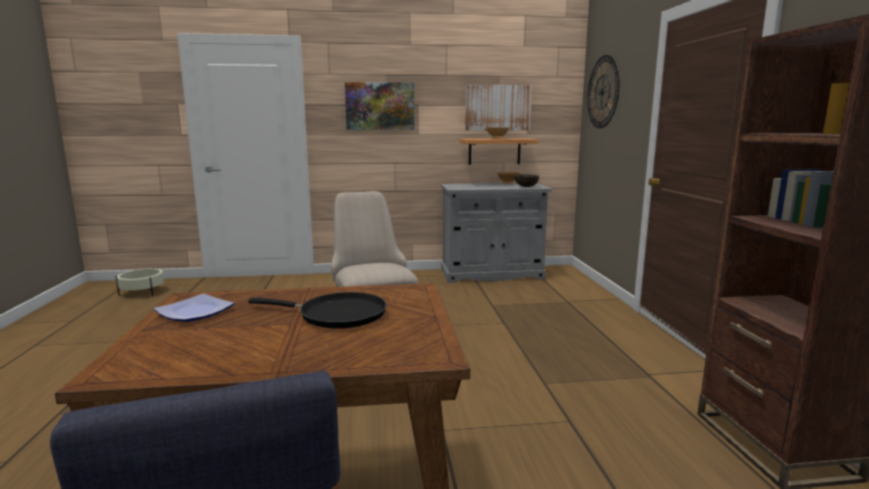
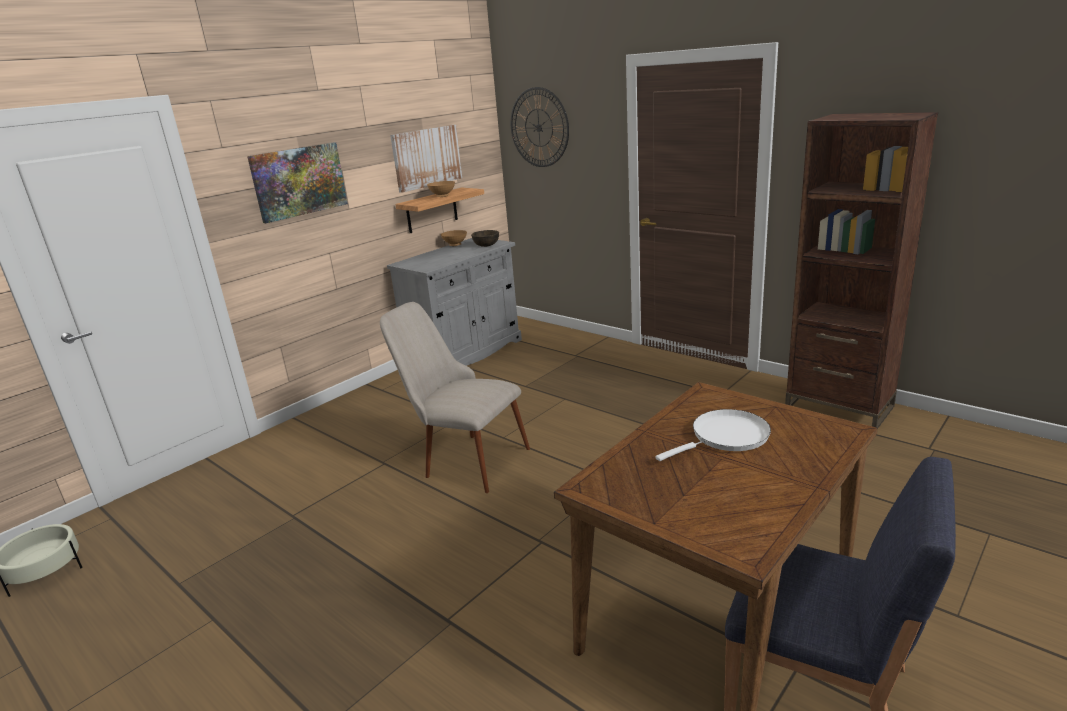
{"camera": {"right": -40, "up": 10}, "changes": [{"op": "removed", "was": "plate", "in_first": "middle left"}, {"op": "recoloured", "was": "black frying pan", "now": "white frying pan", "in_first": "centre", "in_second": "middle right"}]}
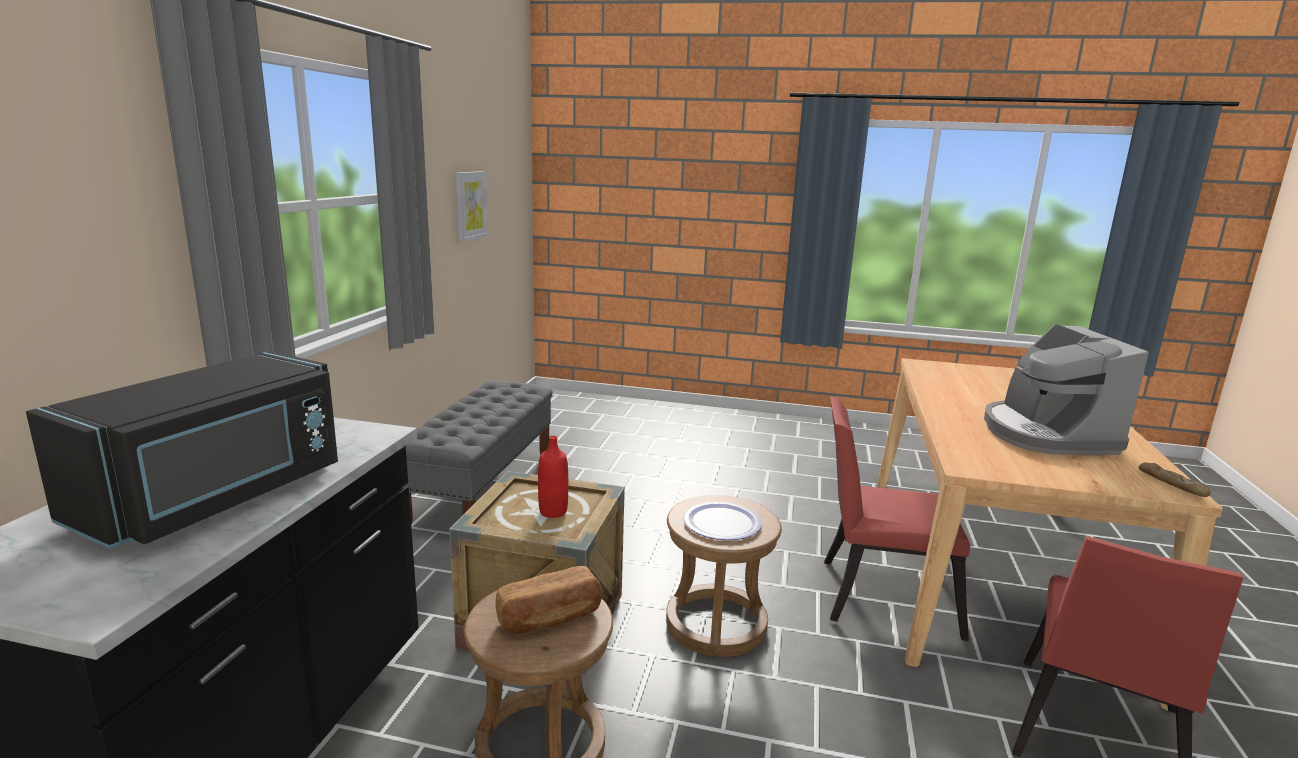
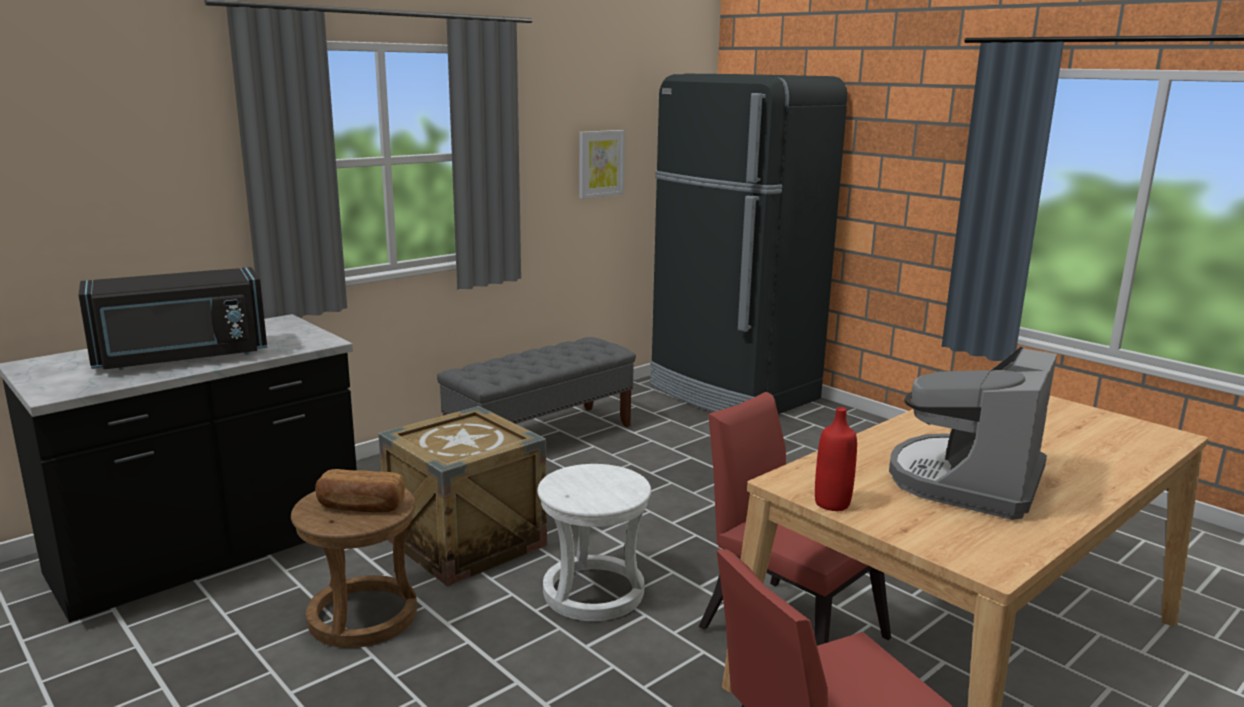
{"camera": {"right": 35, "up": 0}, "changes": [{"op": "removed", "was": "plate", "in_first": "bottom centre"}, {"op": "removed", "was": "bread (2nd from left)", "in_first": "middle right"}, {"op": "added", "now": "black fridge", "in_second": "centre"}, {"op": "moved", "was": "red bottle", "in_first": "centre", "in_second": "middle right"}, {"op": "recoloured", "was": "brown stool (2nd from left)", "now": "white stool", "in_first": "bottom centre", "in_second": "bottom centre"}]}
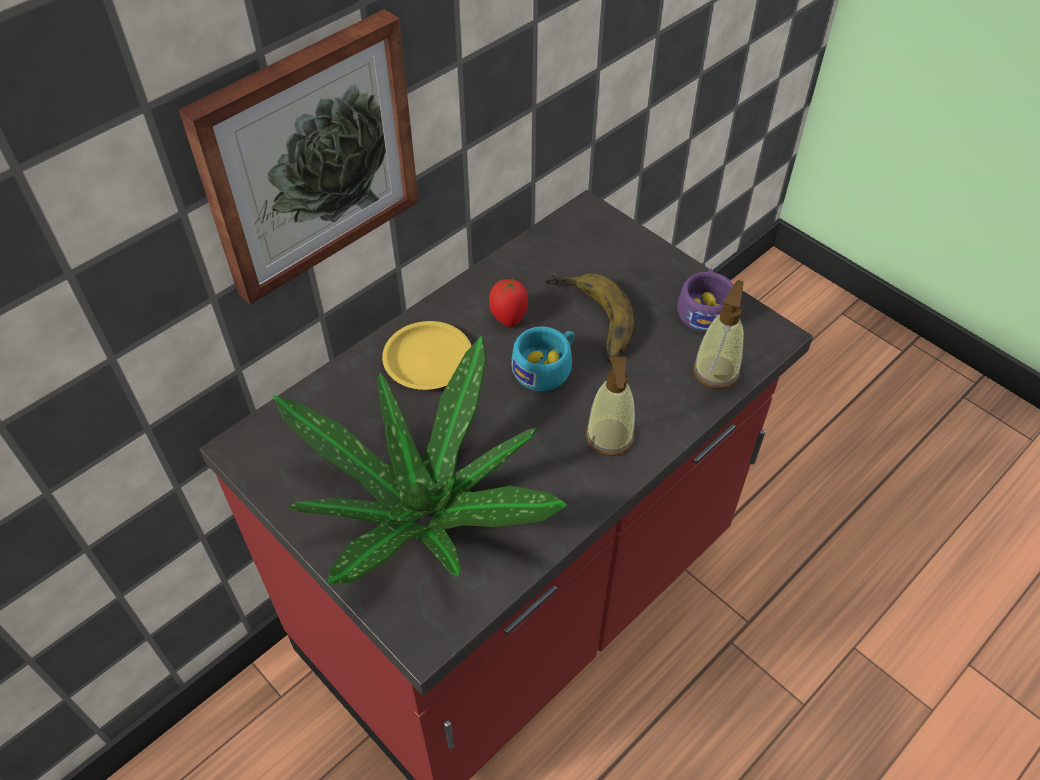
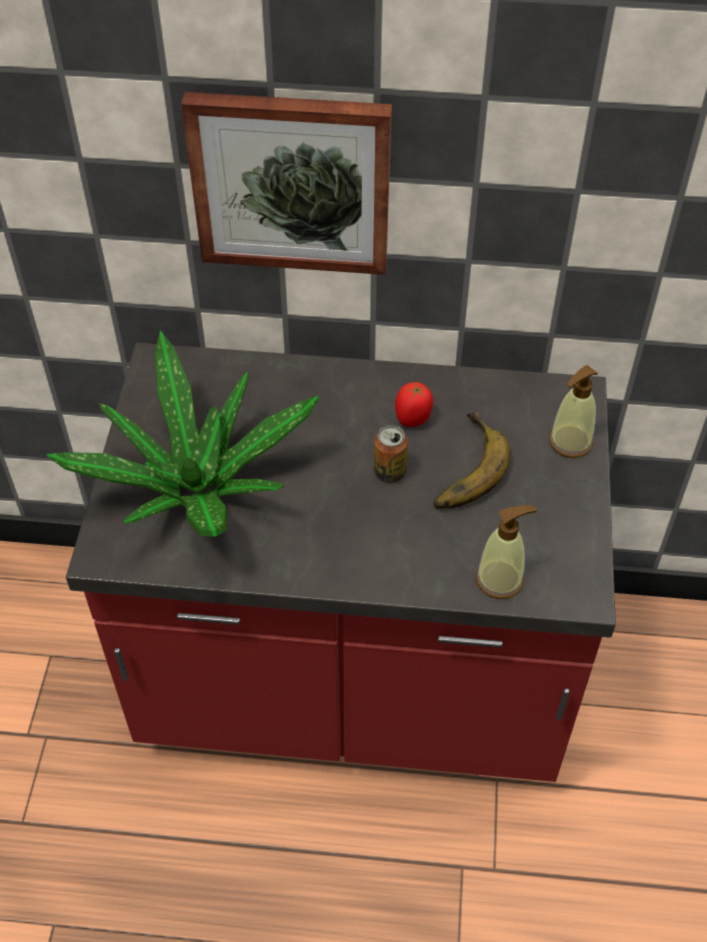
{"camera": {"right": 50, "up": 0}, "changes": [{"op": "removed", "was": "yellow plate", "in_first": "centre"}, {"op": "removed", "was": "purple cup", "in_first": "middle right"}, {"op": "moved", "was": "soap dispenser (1st from left in the first image)", "now": "soap dispenser (2nd from left)", "in_first": "centre", "in_second": "middle right"}, {"op": "replaced", "was": "turquoise cup", "now": "can", "in_first": "centre", "in_second": "centre"}]}
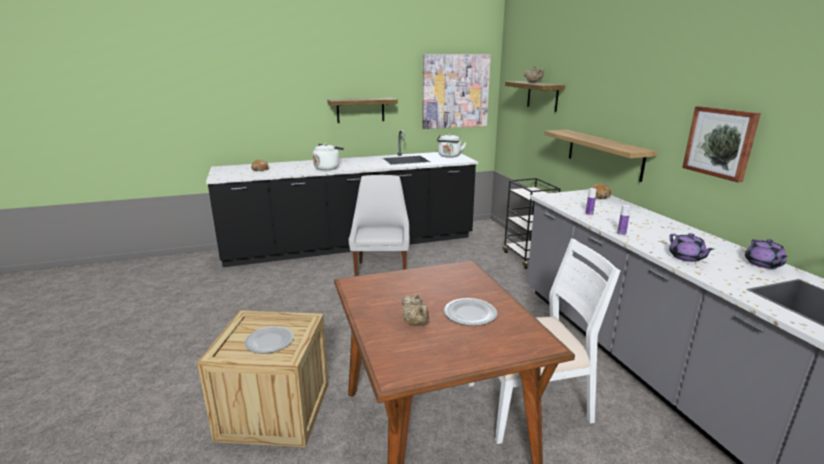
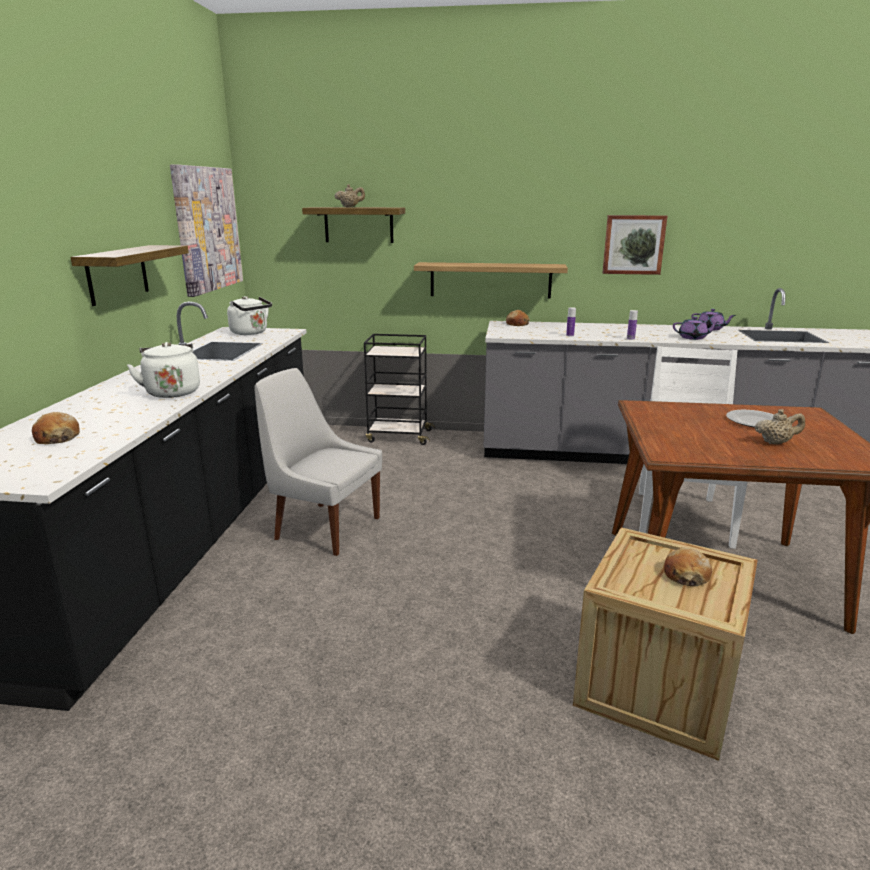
{"camera": {"right": -65, "up": 0}, "changes": [{"op": "replaced", "was": "plate (1st from left)", "now": "bread (3rd from left)", "in_first": "bottom left", "in_second": "middle right"}]}
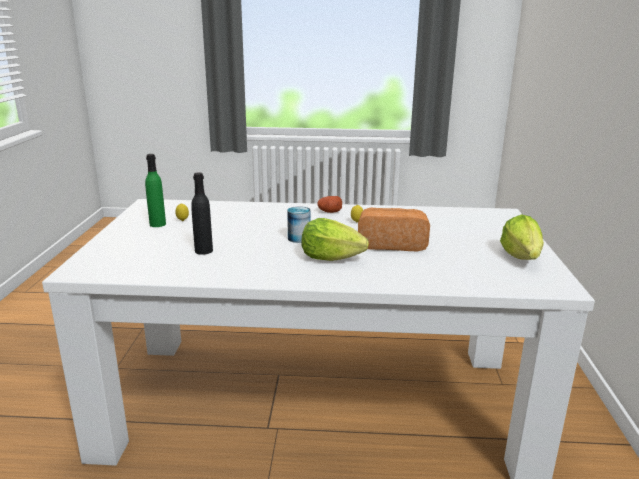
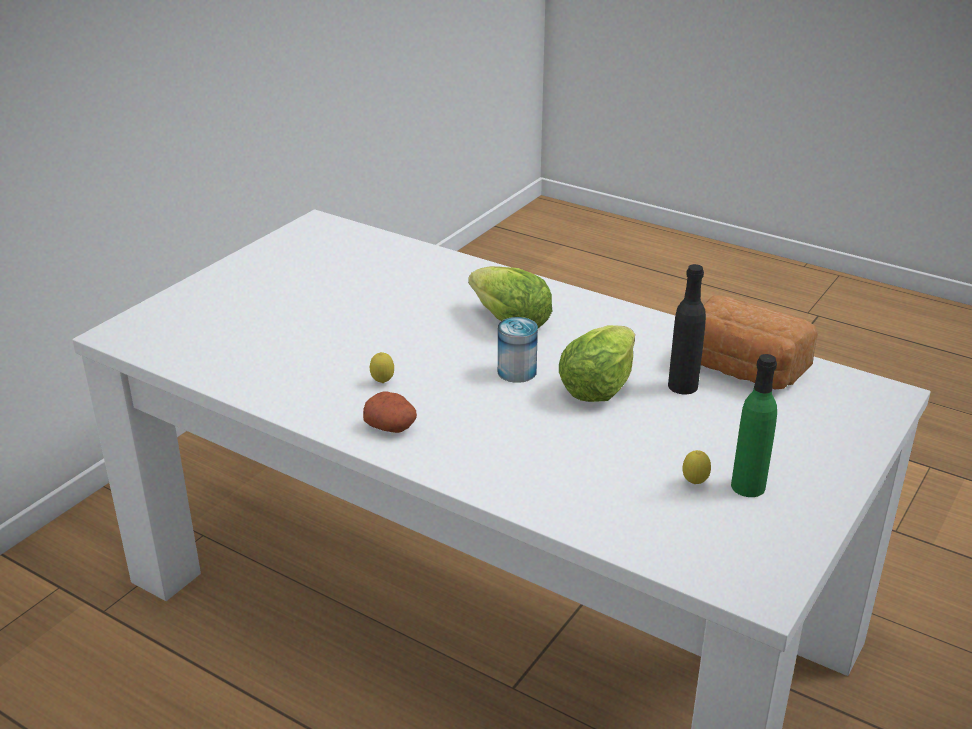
{"camera": {"right": -150, "up": 10}, "changes": [{"op": "moved", "was": "bread", "in_first": "centre", "in_second": "middle right"}, {"op": "moved", "was": "lettuce (2nd from left)", "in_first": "middle right", "in_second": "centre"}]}
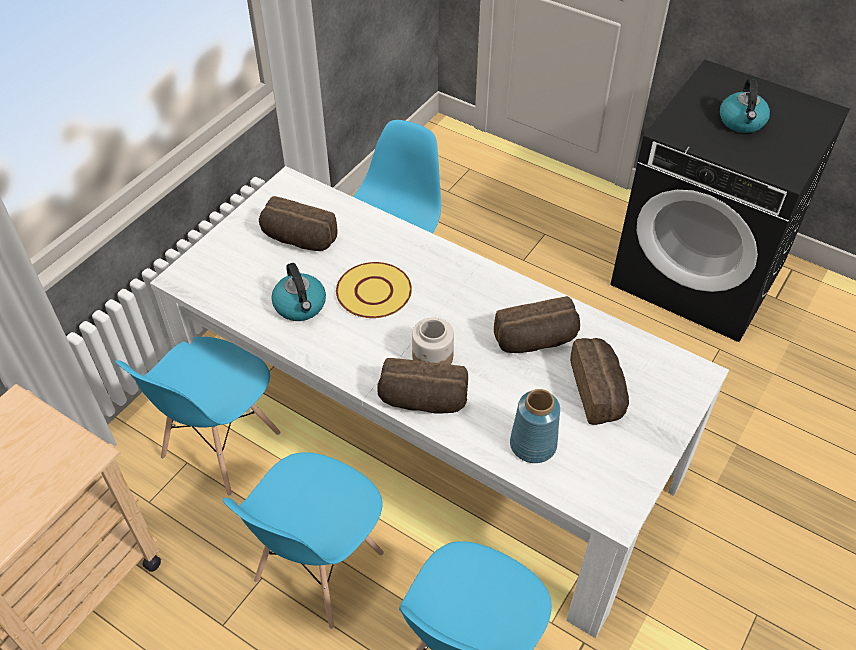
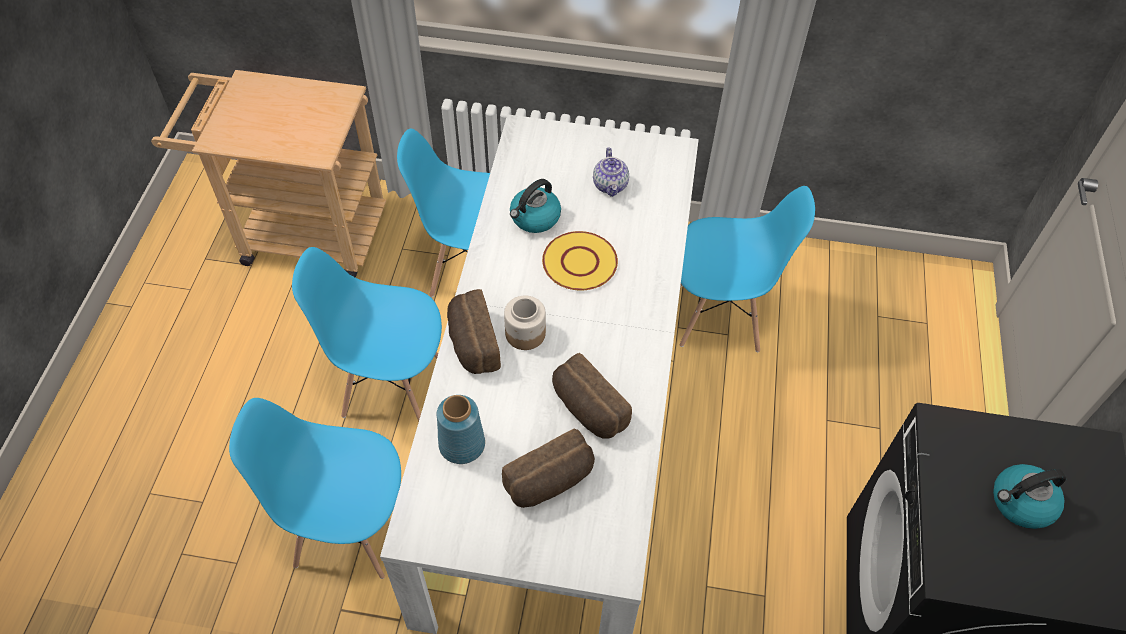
{"camera": {"right": 65, "up": 5}, "changes": [{"op": "replaced", "was": "bread (1st from left)", "now": "teapot", "in_first": "centre", "in_second": "top centre"}]}
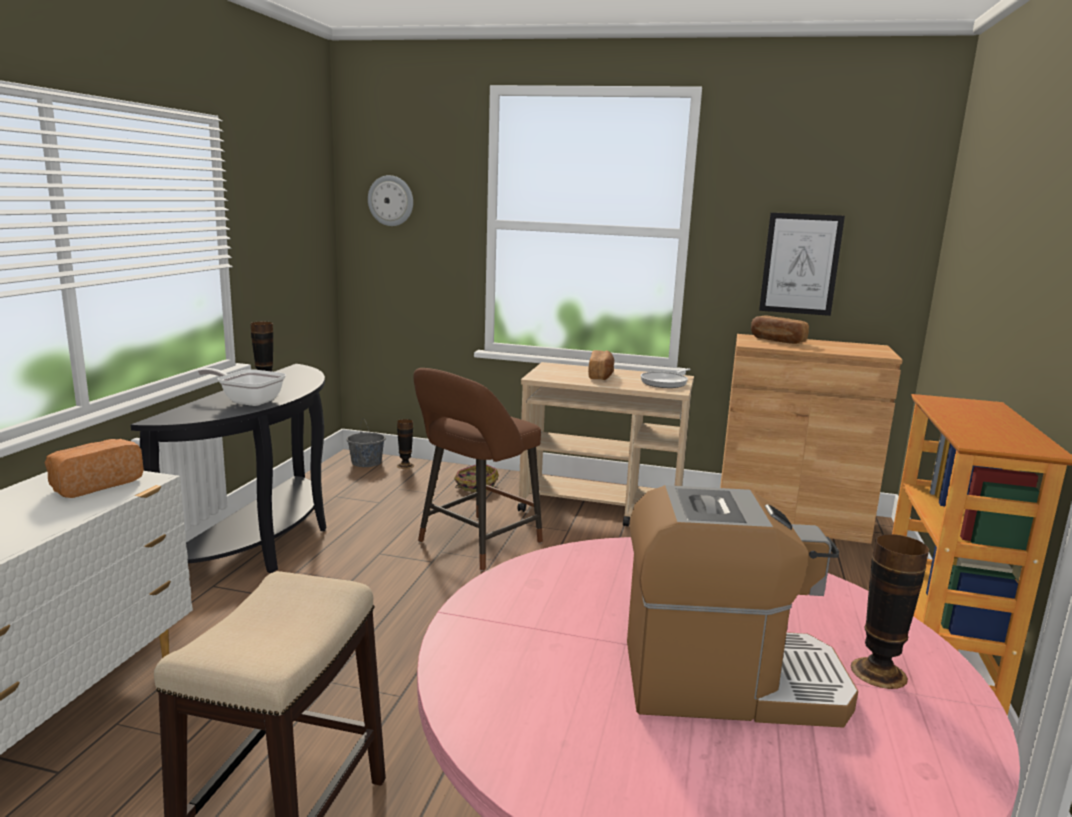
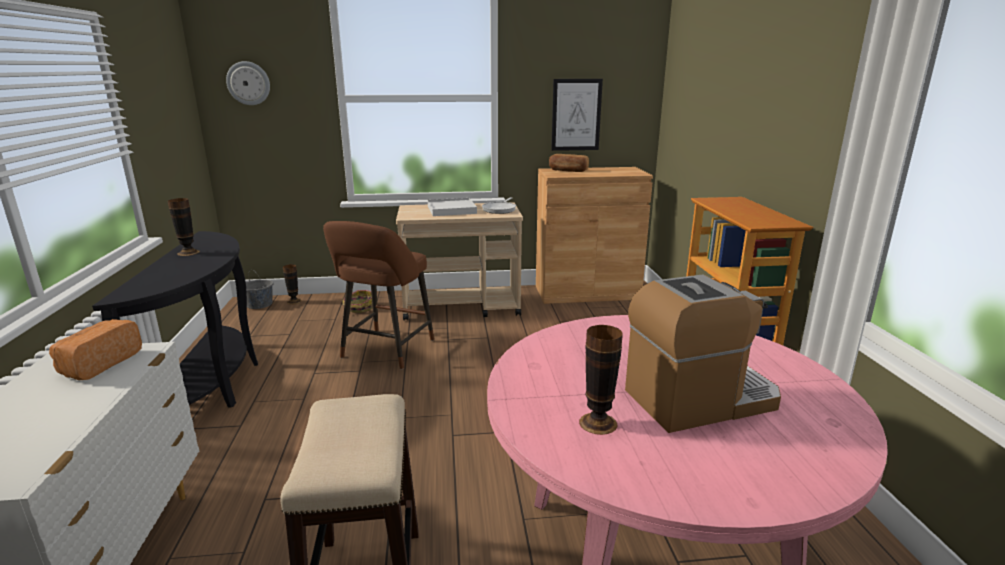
{"camera": {"right": -20, "up": 5}, "changes": [{"op": "removed", "was": "frying pan (1st from left)", "in_first": "middle left"}, {"op": "moved", "was": "vase (3rd from left)", "in_first": "bottom right", "in_second": "bottom centre"}, {"op": "replaced", "was": "bread (2nd from left)", "now": "white tray", "in_first": "centre", "in_second": "centre"}]}
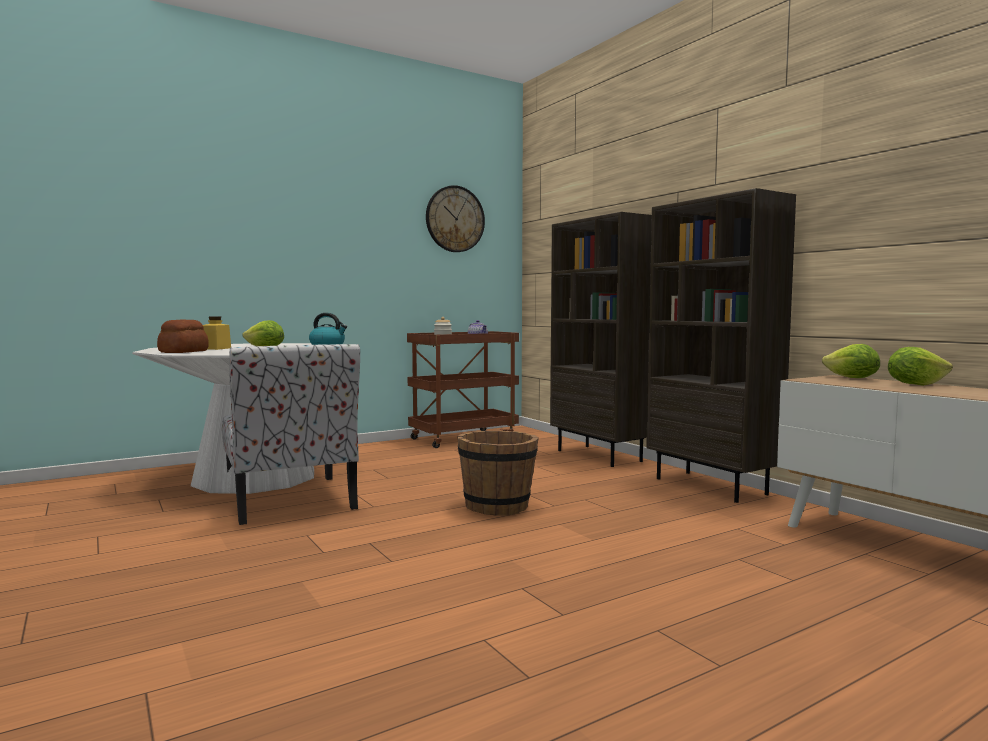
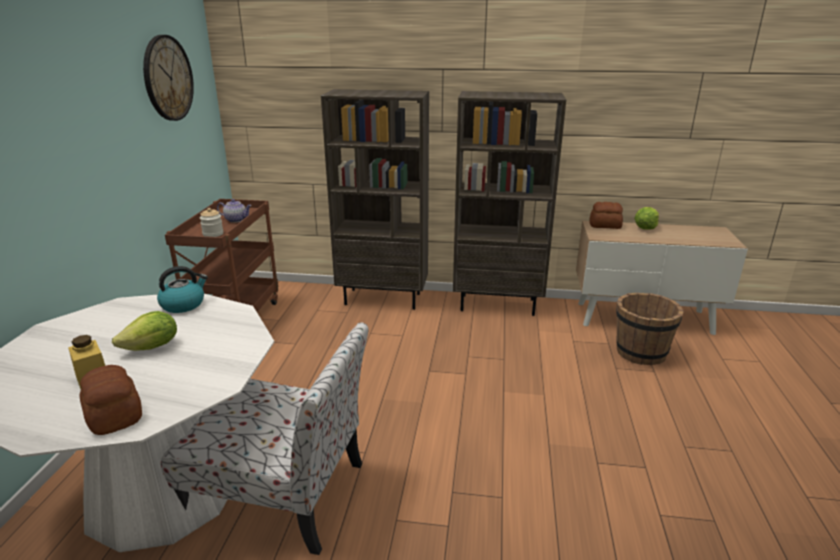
{"camera": {"right": -50, "up": 20}, "changes": [{"op": "moved", "was": "brown bucket", "in_first": "centre", "in_second": "middle right"}, {"op": "replaced", "was": "lettuce (2nd from left)", "now": "bread (2nd from left)", "in_first": "middle right", "in_second": "middle right"}]}
